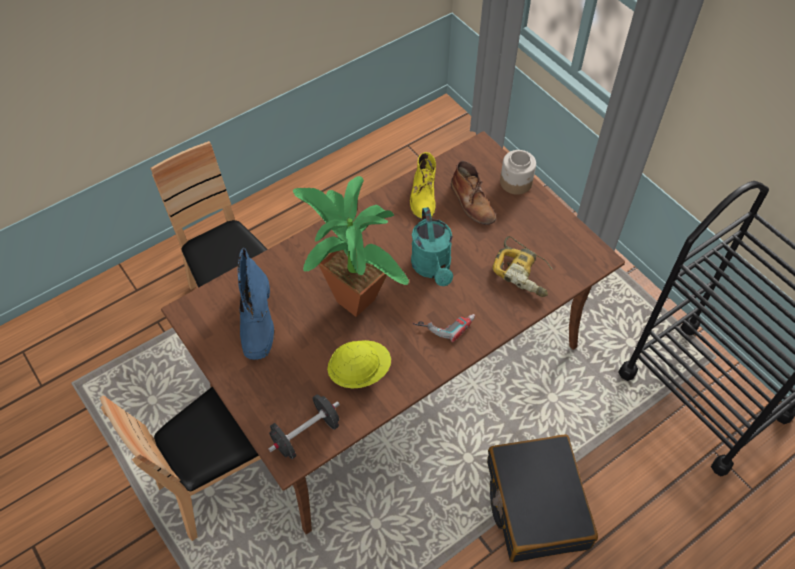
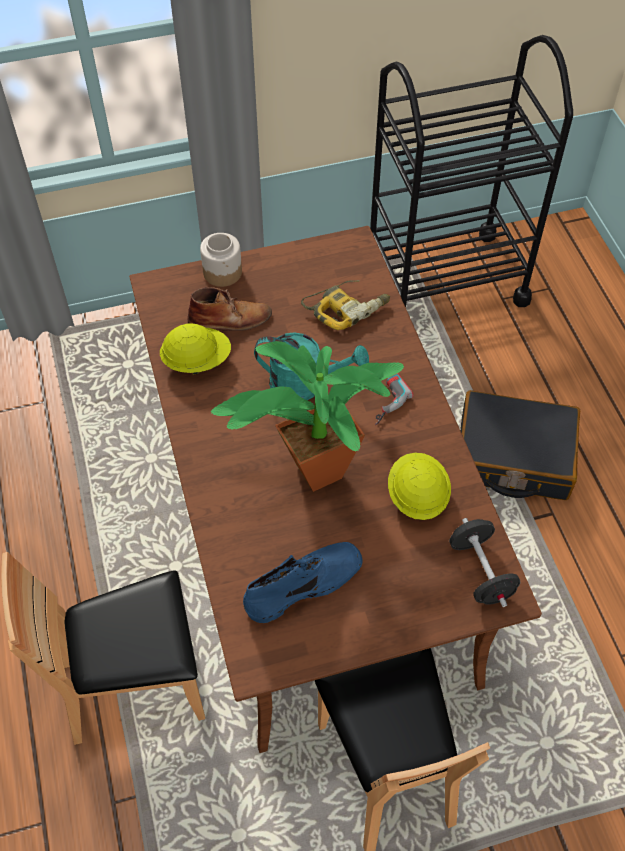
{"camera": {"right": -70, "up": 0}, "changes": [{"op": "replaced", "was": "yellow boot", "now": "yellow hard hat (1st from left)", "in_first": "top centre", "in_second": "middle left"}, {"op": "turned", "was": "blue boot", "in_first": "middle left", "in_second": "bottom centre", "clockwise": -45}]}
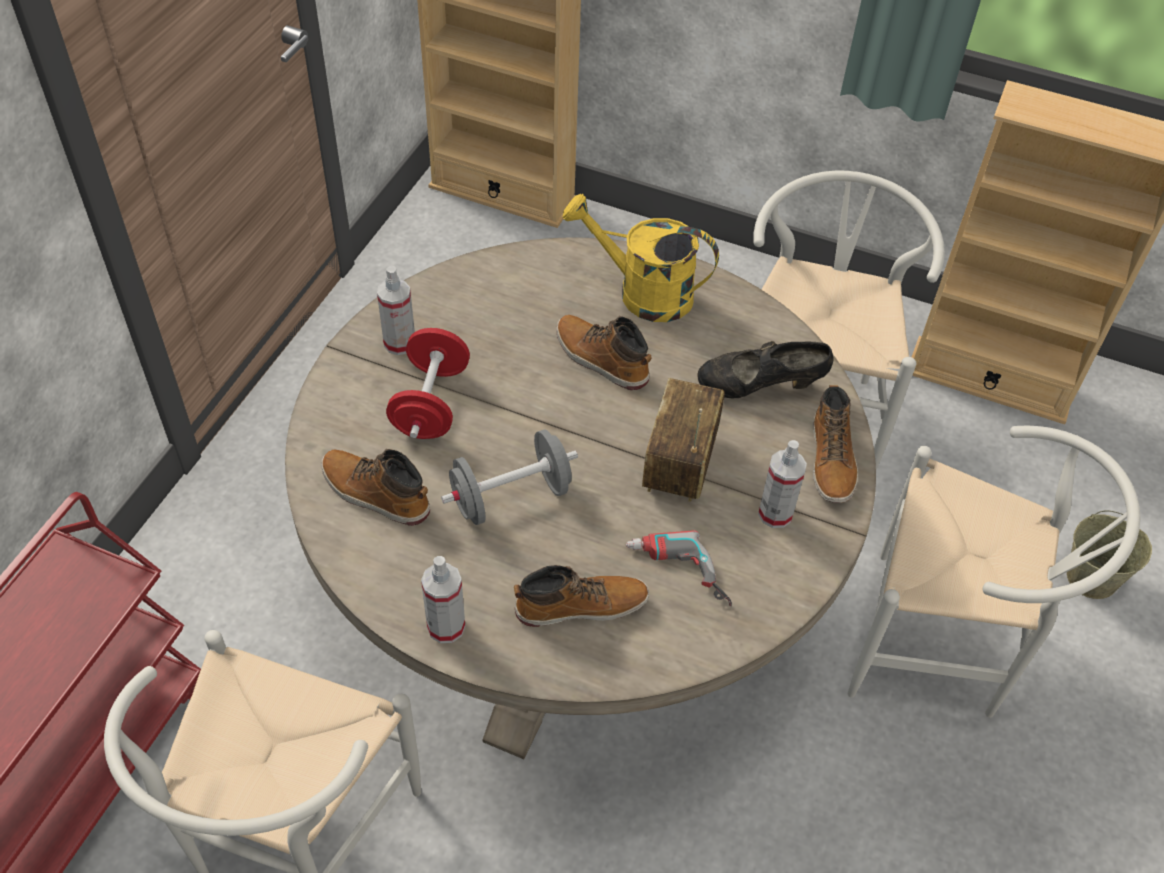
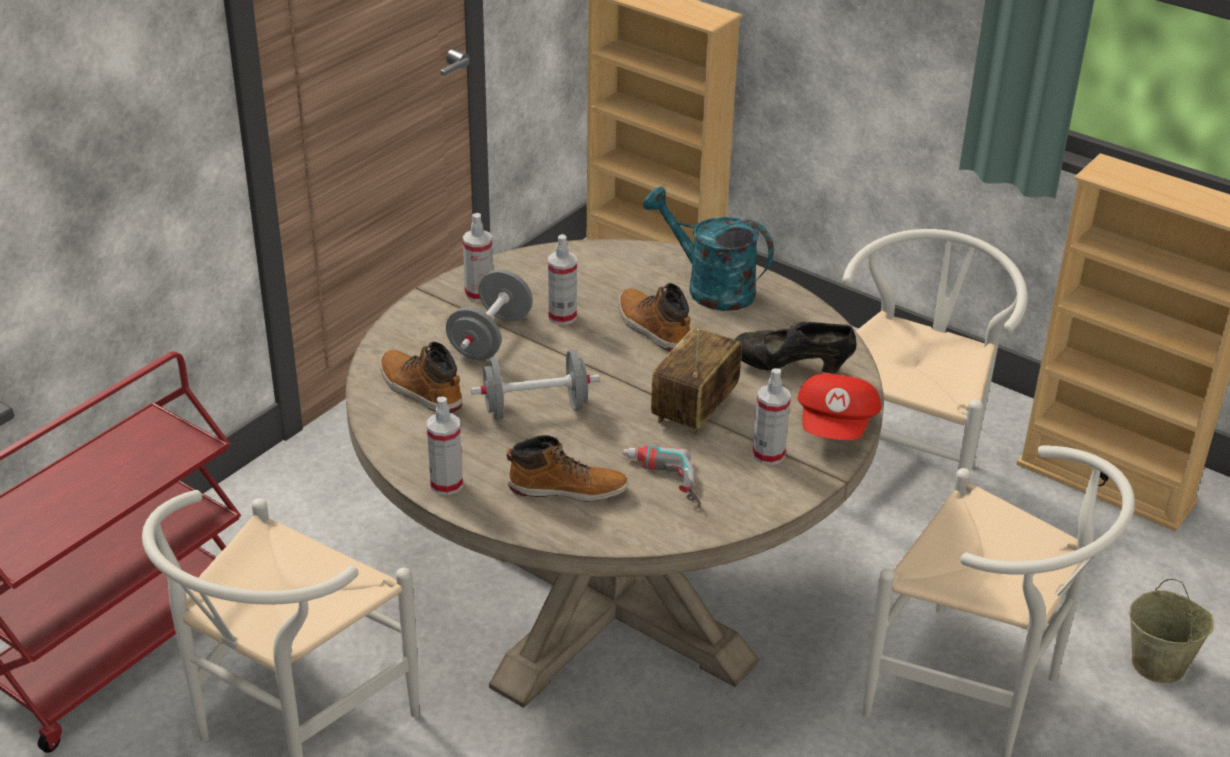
{"camera": {"right": 15, "up": -15}, "changes": [{"op": "added", "now": "spray bottle (3rd from left)", "in_second": "centre"}, {"op": "replaced", "was": "boot (4th from left)", "now": "red cap", "in_first": "middle right", "in_second": "middle right"}, {"op": "recoloured", "was": "red dumbbell", "now": "grey dumbbell (1st from left)", "in_first": "centre", "in_second": "centre"}, {"op": "recoloured", "was": "yellow watering can", "now": "turquoise watering can", "in_first": "top centre", "in_second": "top centre"}]}
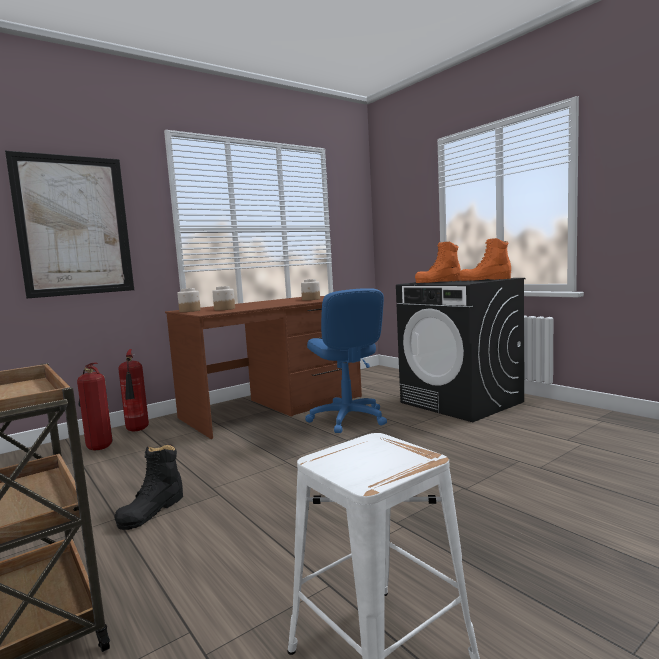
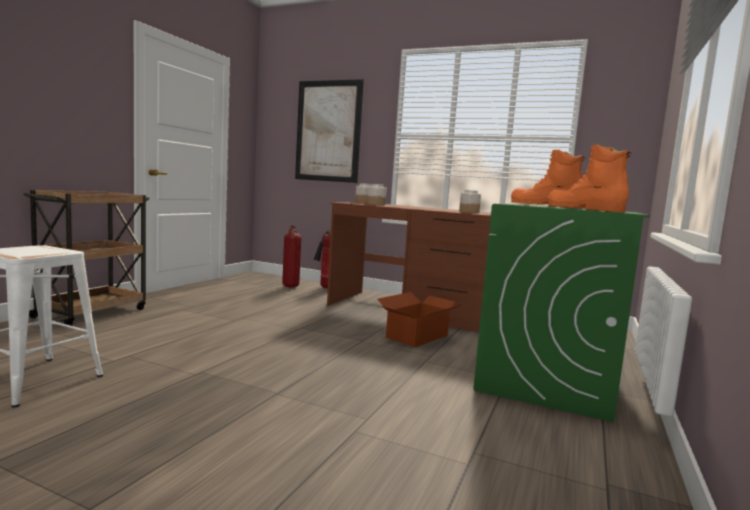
{"camera": {"right": 60, "up": 0}, "changes": [{"op": "removed", "was": "black boot", "in_first": "bottom left"}, {"op": "replaced", "was": "blue office chair", "now": "cardboard box", "in_first": "centre", "in_second": "centre"}, {"op": "recoloured", "was": "black washing machine", "now": "green washing machine", "in_first": "middle right", "in_second": "middle right"}]}
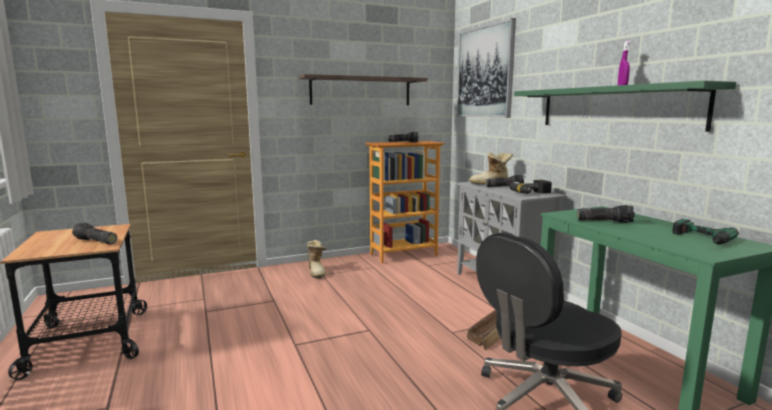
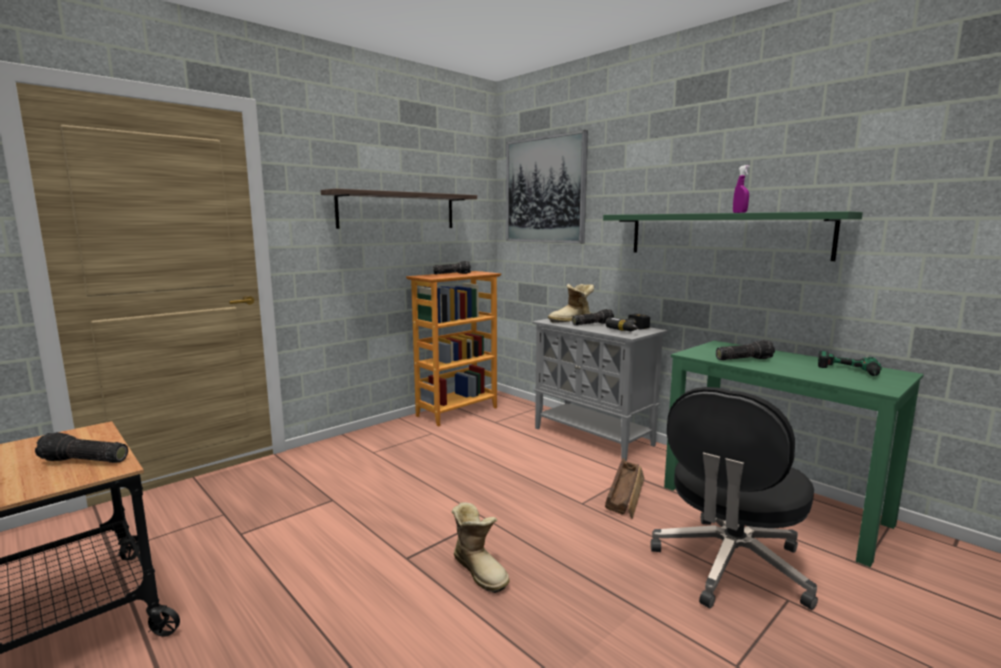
{"camera": {"right": -20, "up": 0}, "changes": [{"op": "moved", "was": "boot (1st from left)", "in_first": "centre", "in_second": "bottom centre"}]}
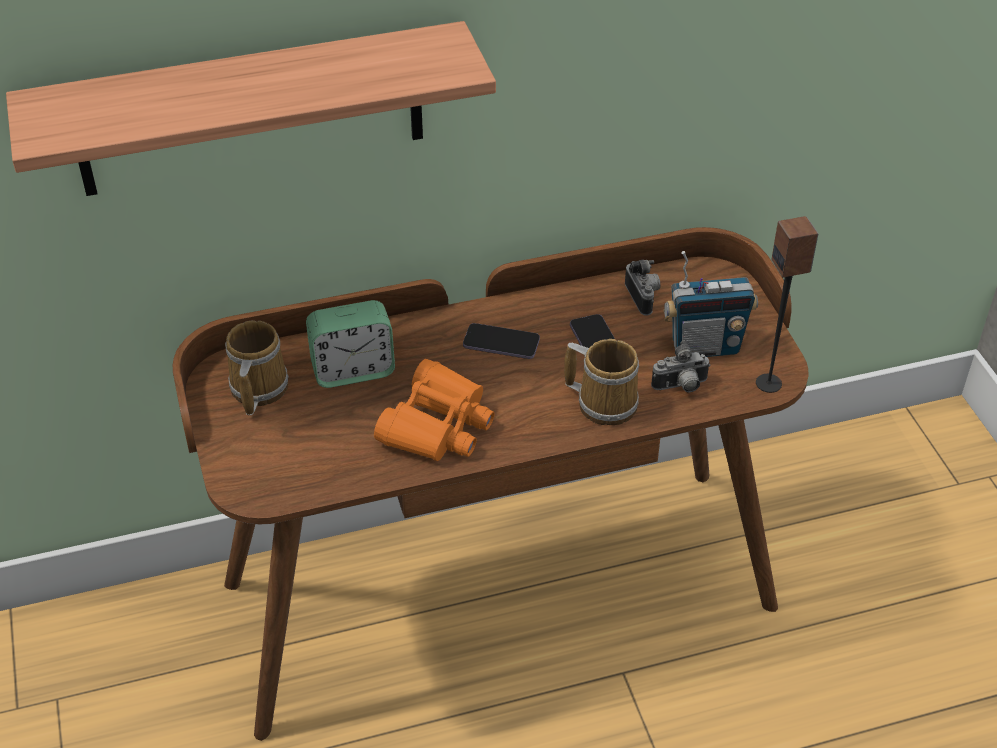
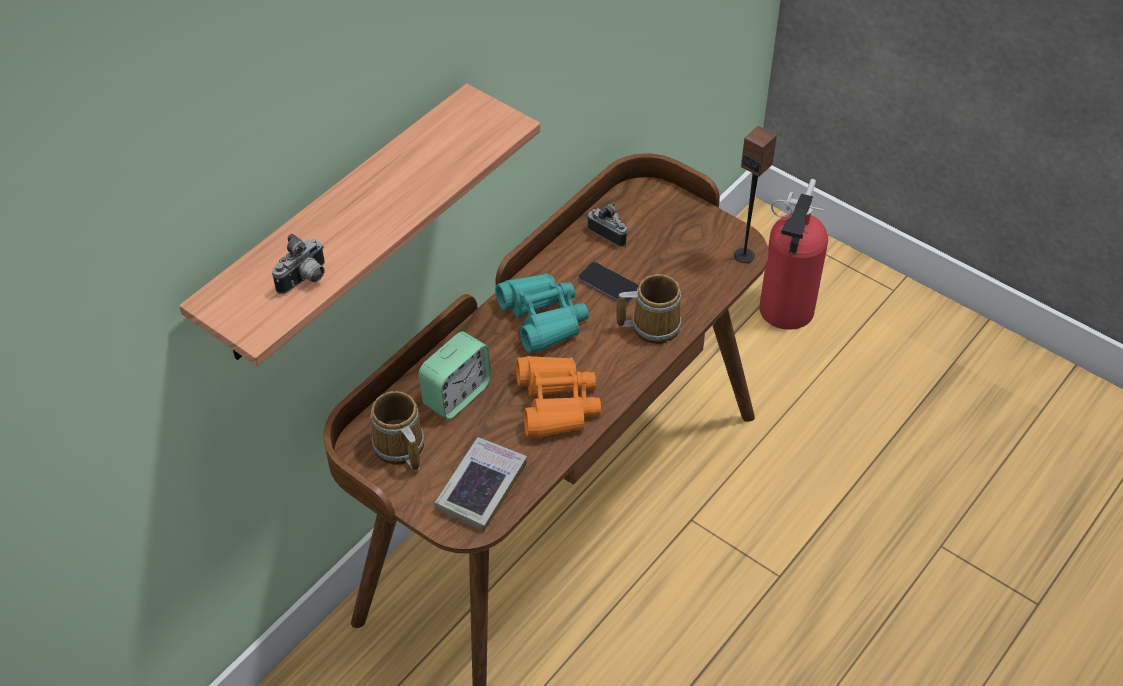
{"camera": {"right": -35, "up": 5}, "changes": [{"op": "removed", "was": "radio", "in_first": "middle right"}, {"op": "added", "now": "book", "in_second": "bottom centre"}, {"op": "added", "now": "fire extinguisher", "in_second": "middle right"}, {"op": "moved", "was": "photo camera (2nd from left in the first image)", "now": "photo camera (1st from left)", "in_first": "middle right", "in_second": "middle left"}, {"op": "replaced", "was": "phone (1st from left)", "now": "turquoise binoculars", "in_first": "centre", "in_second": "centre"}]}
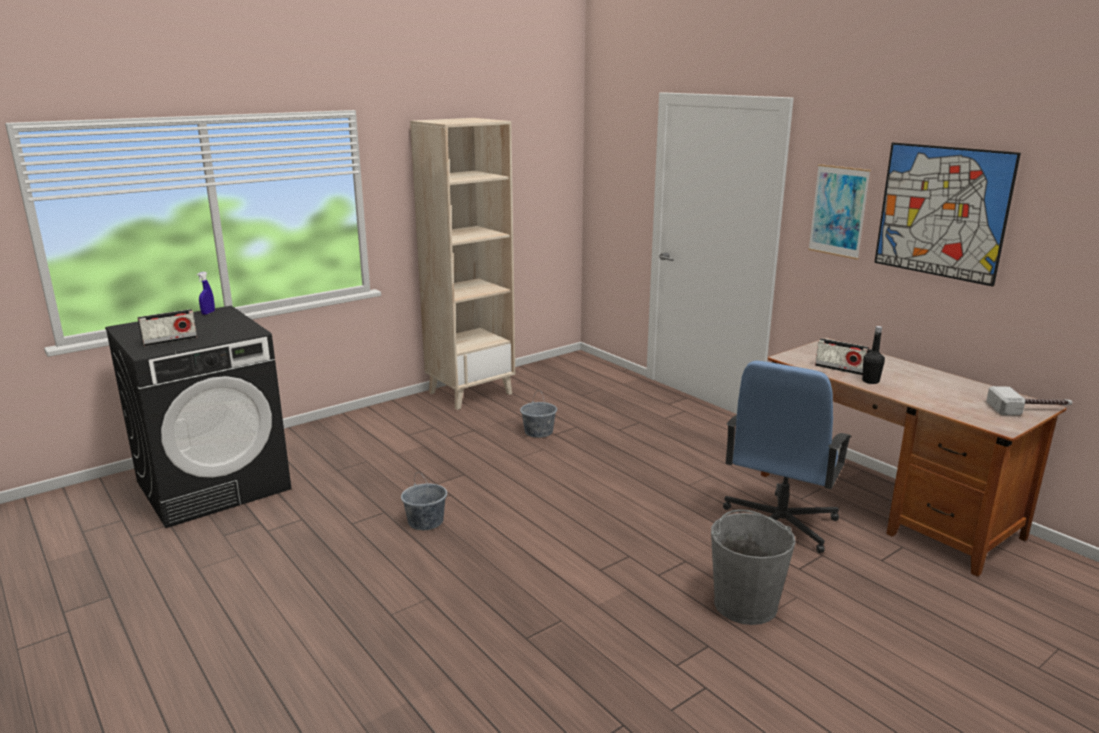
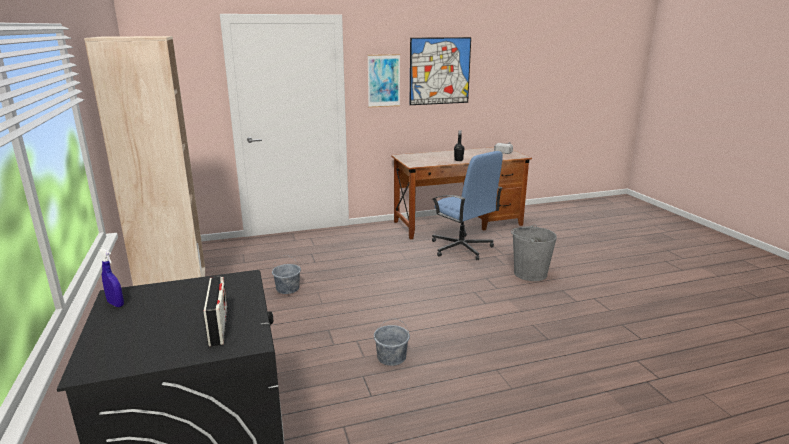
{"camera": {"right": -70, "up": 0}, "changes": [{"op": "removed", "was": "radio (2nd from left)", "in_first": "middle right"}]}
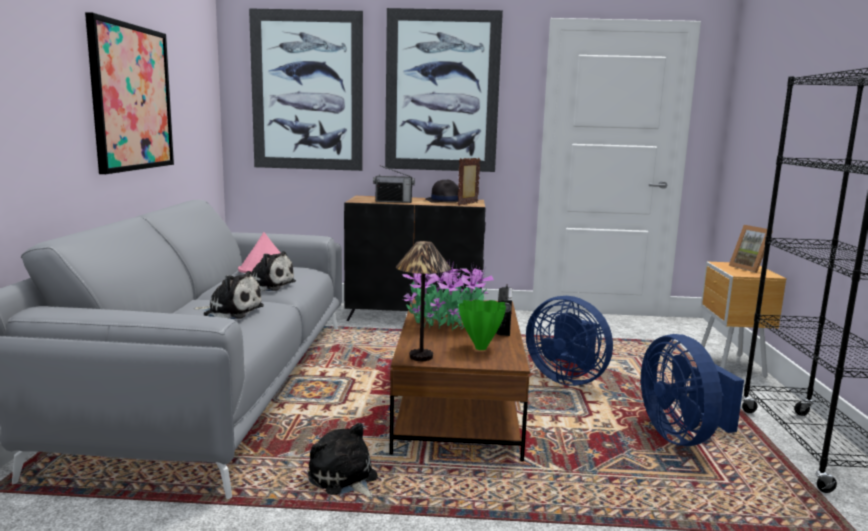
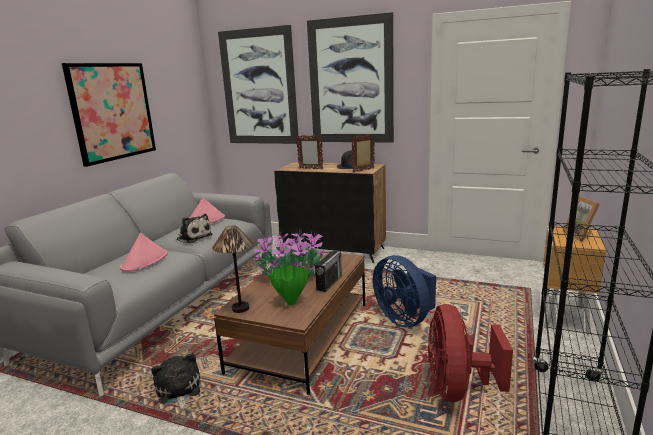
{"camera": {"right": 20, "up": 5}, "changes": [{"op": "replaced", "was": "plush toy (1st from left)", "now": "pink hat (1st from left)", "in_first": "middle left", "in_second": "middle left"}, {"op": "replaced", "was": "radio (1st from left)", "now": "picture frame (1st from left)", "in_first": "centre", "in_second": "centre"}, {"op": "recoloured", "was": "blue fan (2nd from left)", "now": "red fan", "in_first": "bottom right", "in_second": "bottom right"}]}
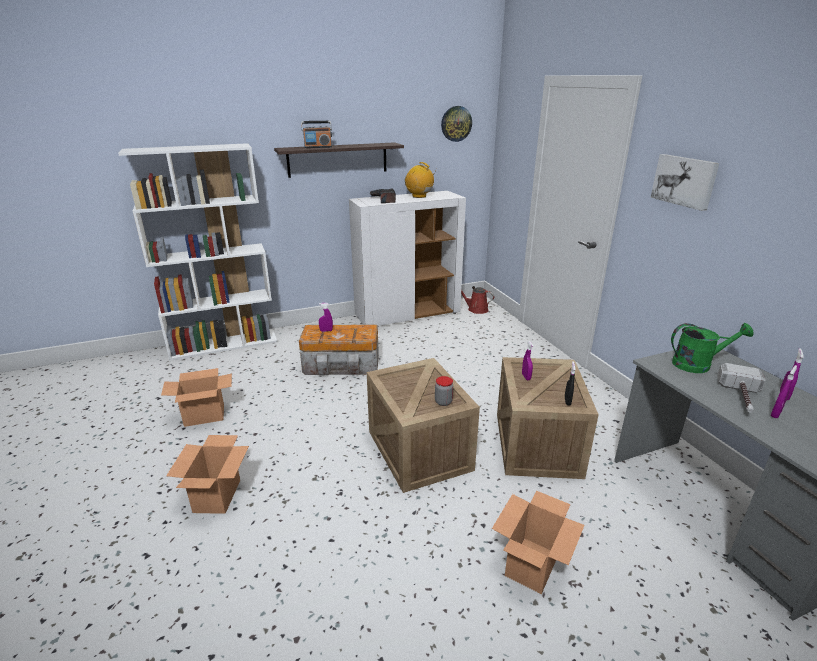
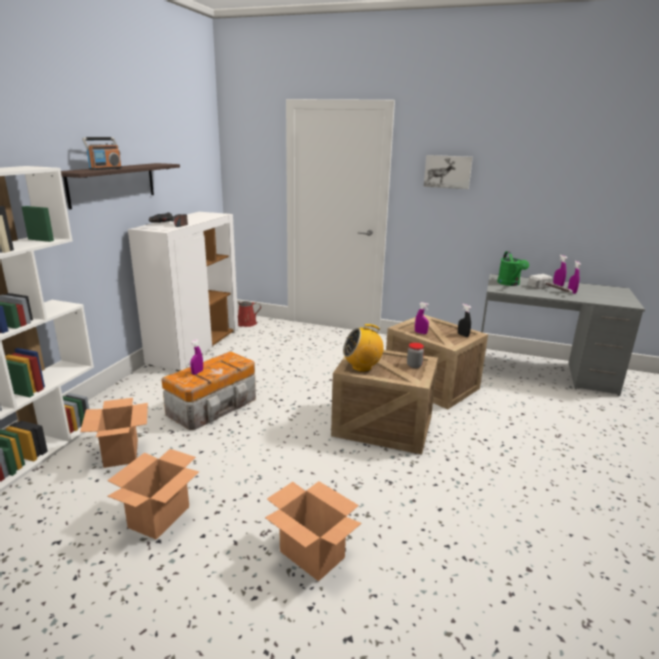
{"camera": {"right": -50, "up": -5}, "changes": [{"op": "removed", "was": "wall clock", "in_first": "top centre"}, {"op": "moved", "was": "radio (2nd from left)", "in_first": "top centre", "in_second": "centre"}, {"op": "moved", "was": "cardboard box (3rd from left in the first image)", "now": "cardboard box (1st from left)", "in_first": "bottom centre", "in_second": "middle left"}, {"op": "turned", "was": "green watering can", "in_first": "middle right", "in_second": "middle right", "clockwise": 135}]}
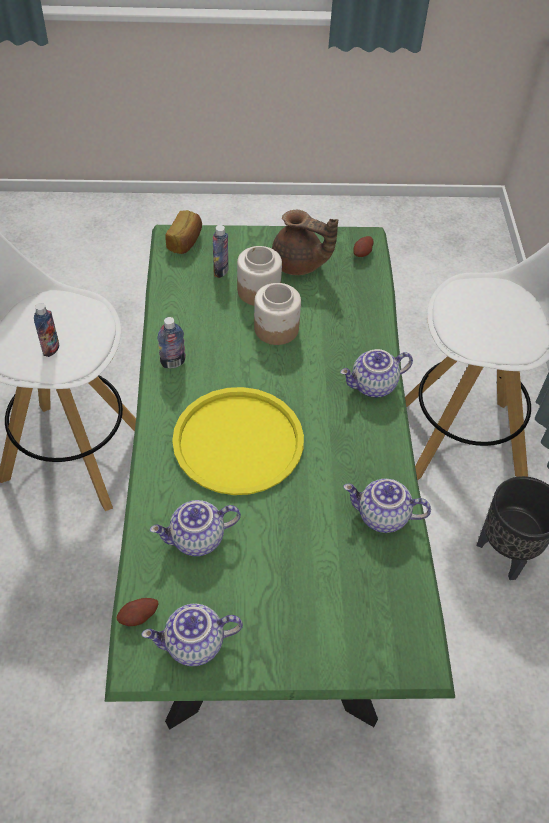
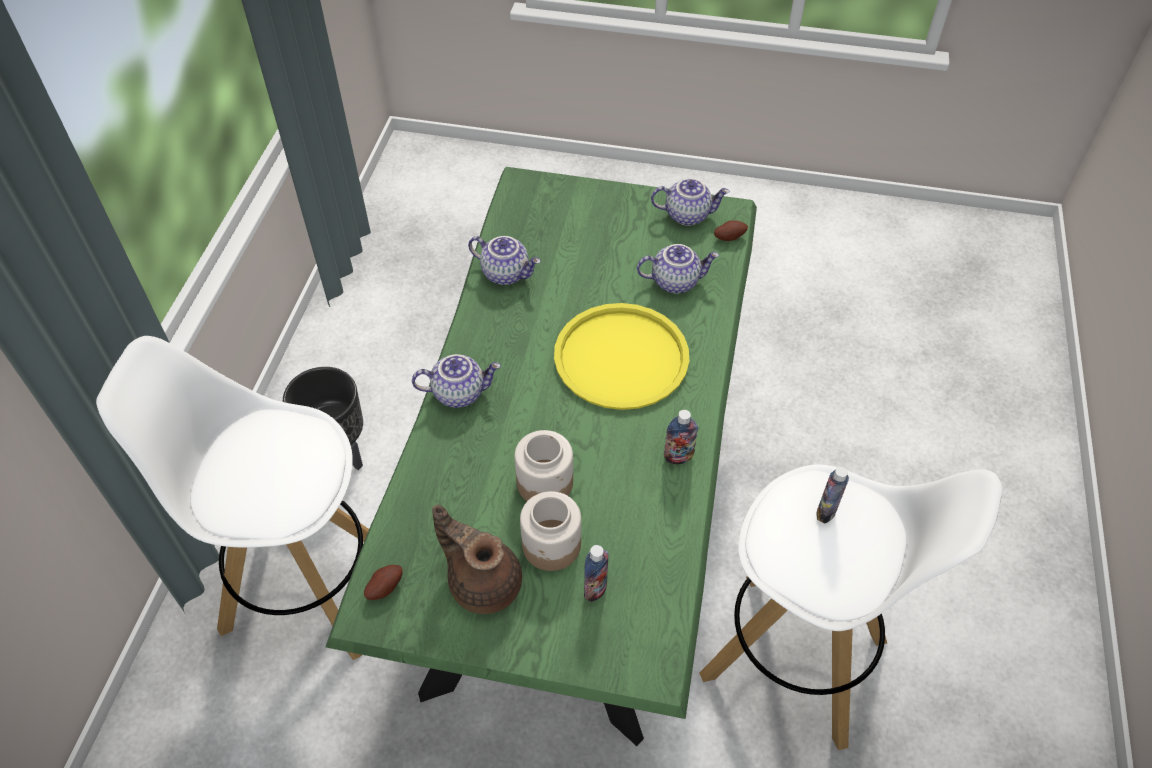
{"camera": {"right": -165, "up": 0}, "changes": [{"op": "removed", "was": "bread", "in_first": "top centre"}]}
